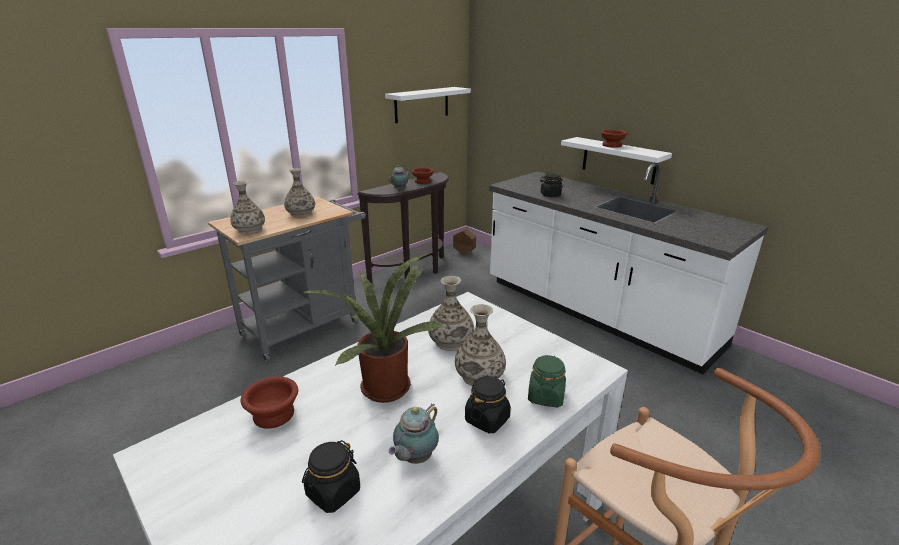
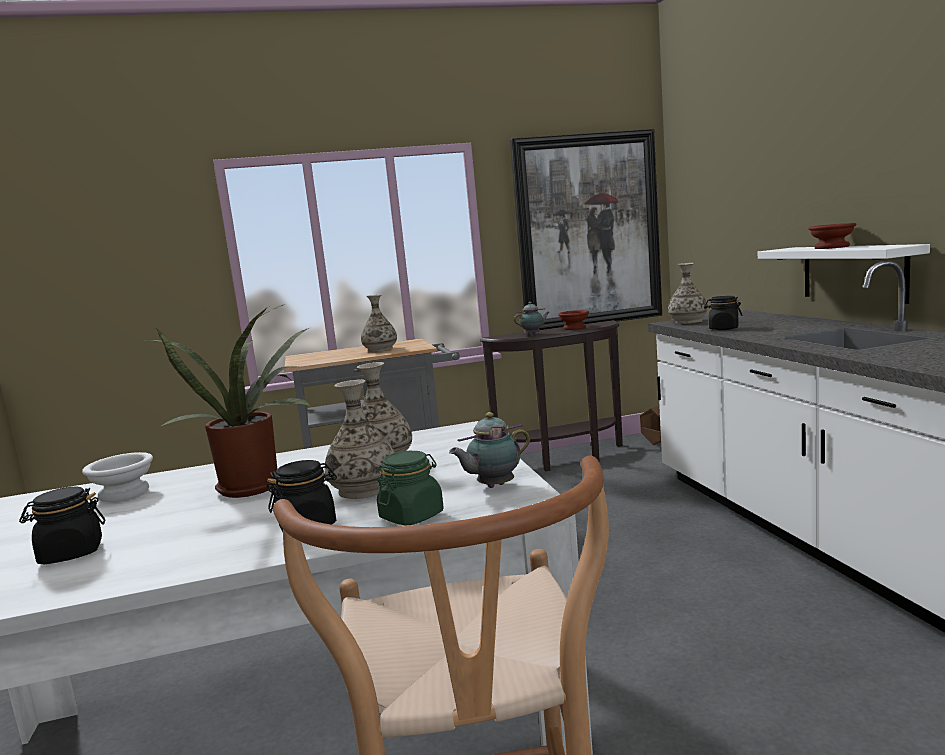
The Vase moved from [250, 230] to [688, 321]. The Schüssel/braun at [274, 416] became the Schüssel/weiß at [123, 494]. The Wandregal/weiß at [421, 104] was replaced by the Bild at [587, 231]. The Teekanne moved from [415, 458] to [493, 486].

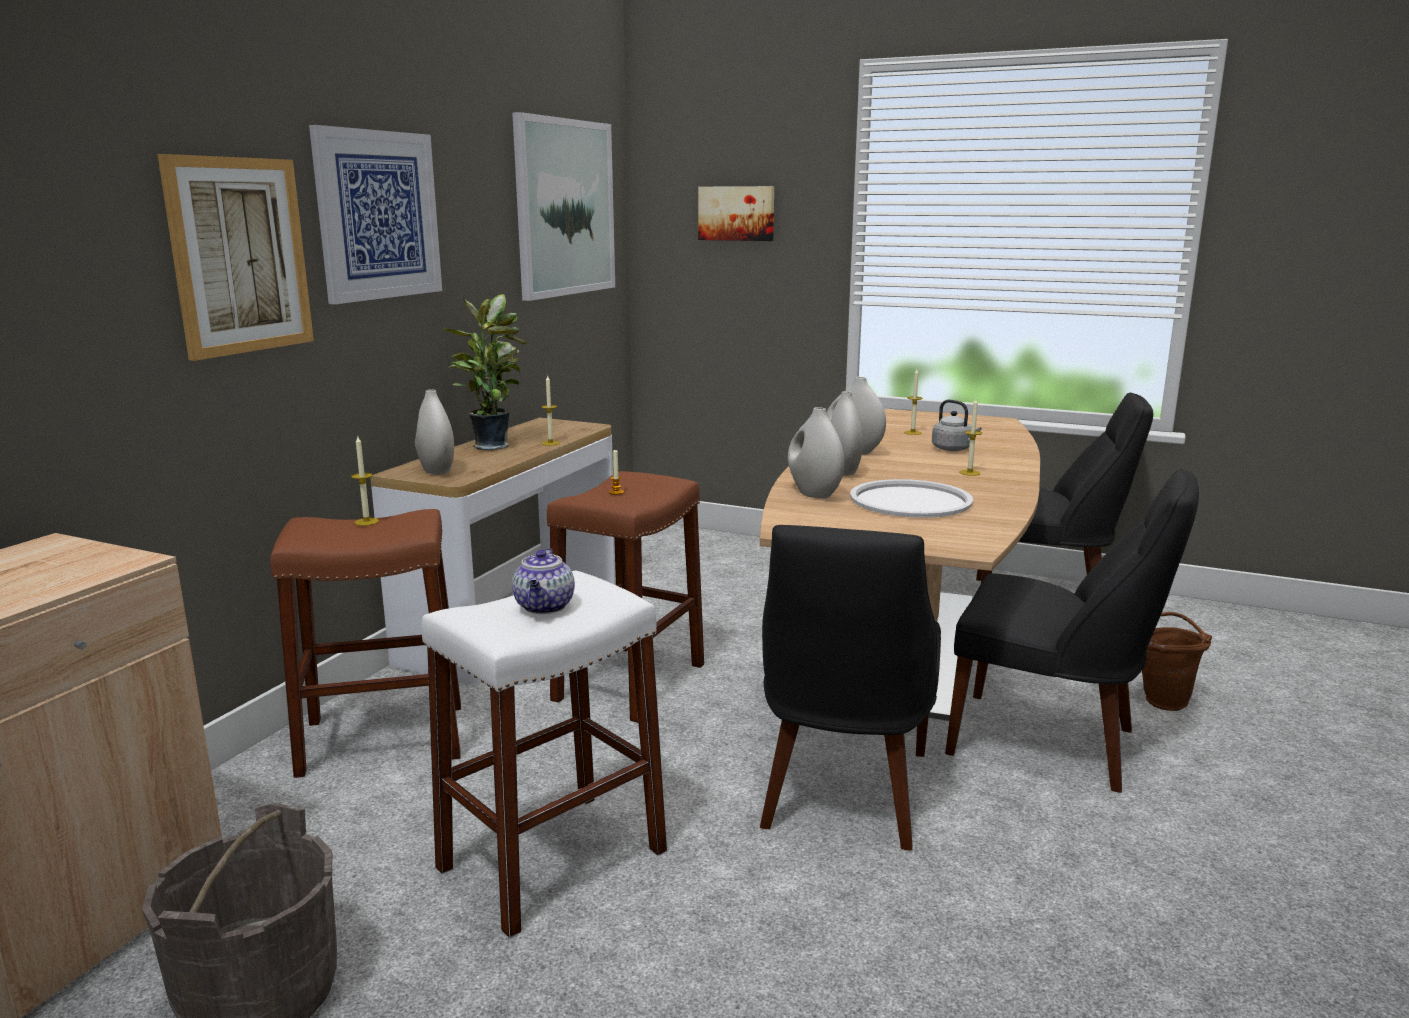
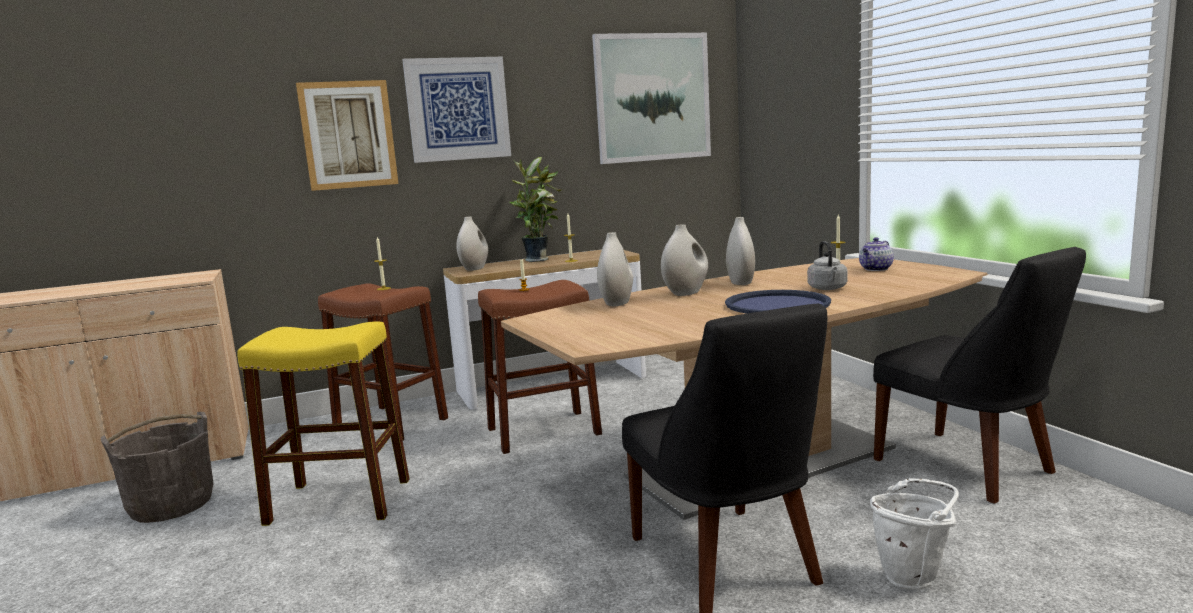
The Hocker/weiß at [553, 859] became the Hocker/gelb at [339, 501]. The Teekanne moved from [545, 607] to [876, 269]. The Bild at [737, 213] disappeared. The Stuhl/schwarz at [843, 794] disappeared. The Tablett/weiß at [910, 501] disappeared. The Kerze at [969, 473] was replaced by the Tablett/blau at [777, 305]. The Eimer/braun at [1163, 699] became the Eimer/weiß at [913, 576].

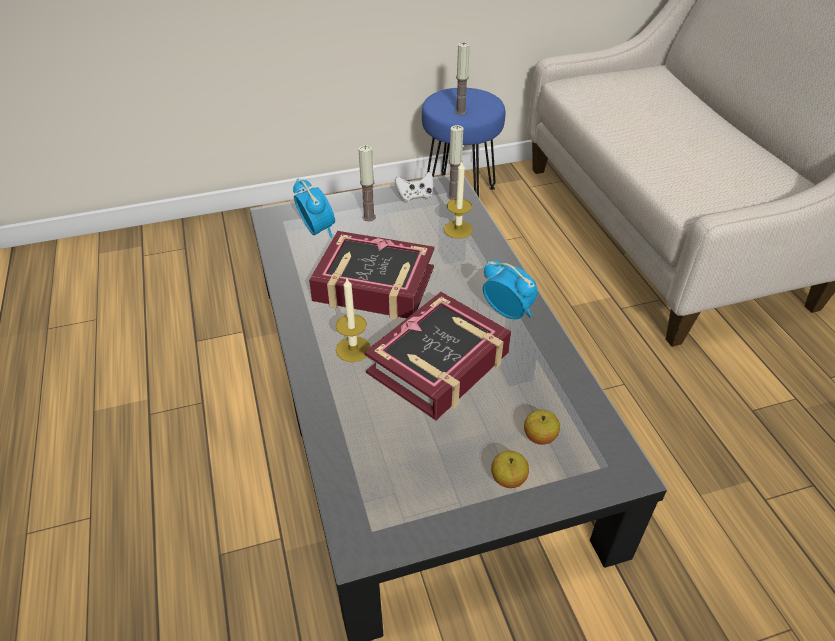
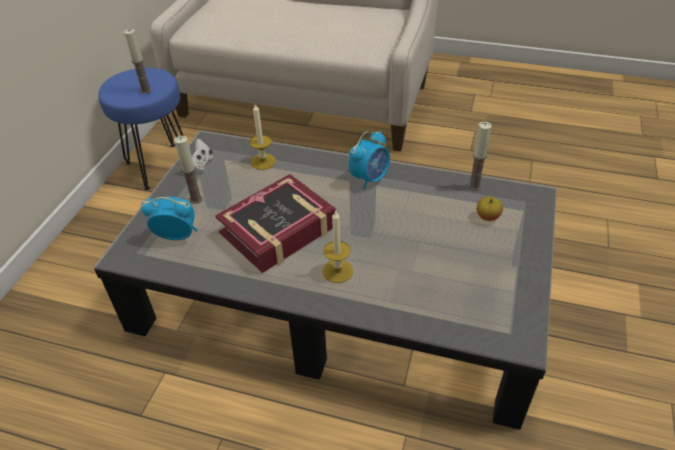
The Buch at [439, 364] disappeared. The Kerze moved from [454, 196] to [474, 186]. The Wecker at [508, 312] turned 150 degrees clockwise. The Apfel at [508, 479] disappeared.

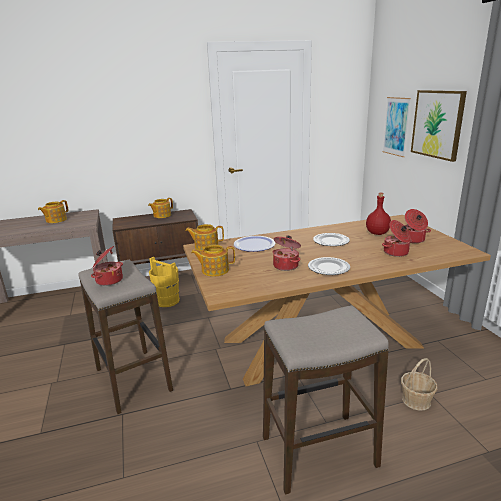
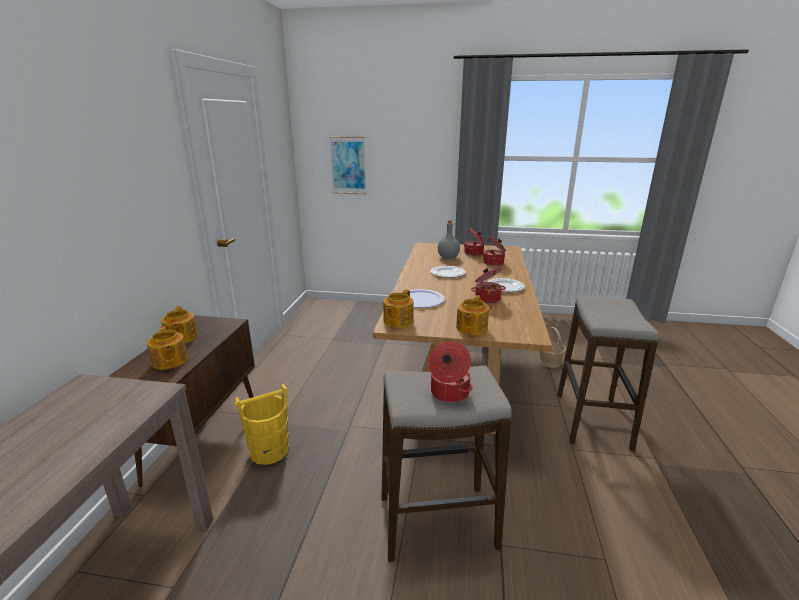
The Teekanne moved from [55, 220] to [169, 361]. The Flasche/rot at [377, 233] became the Flasche/grau at [448, 257]. The Bild at [437, 124] disappeared.

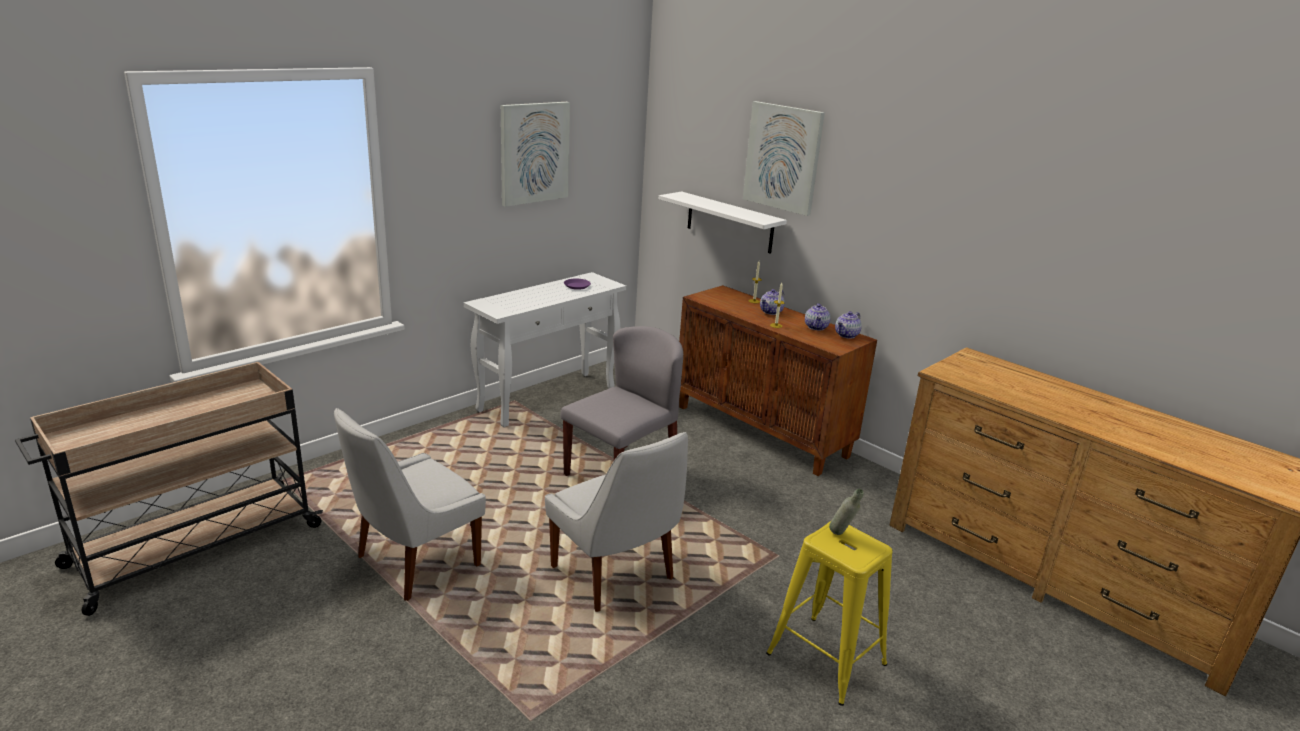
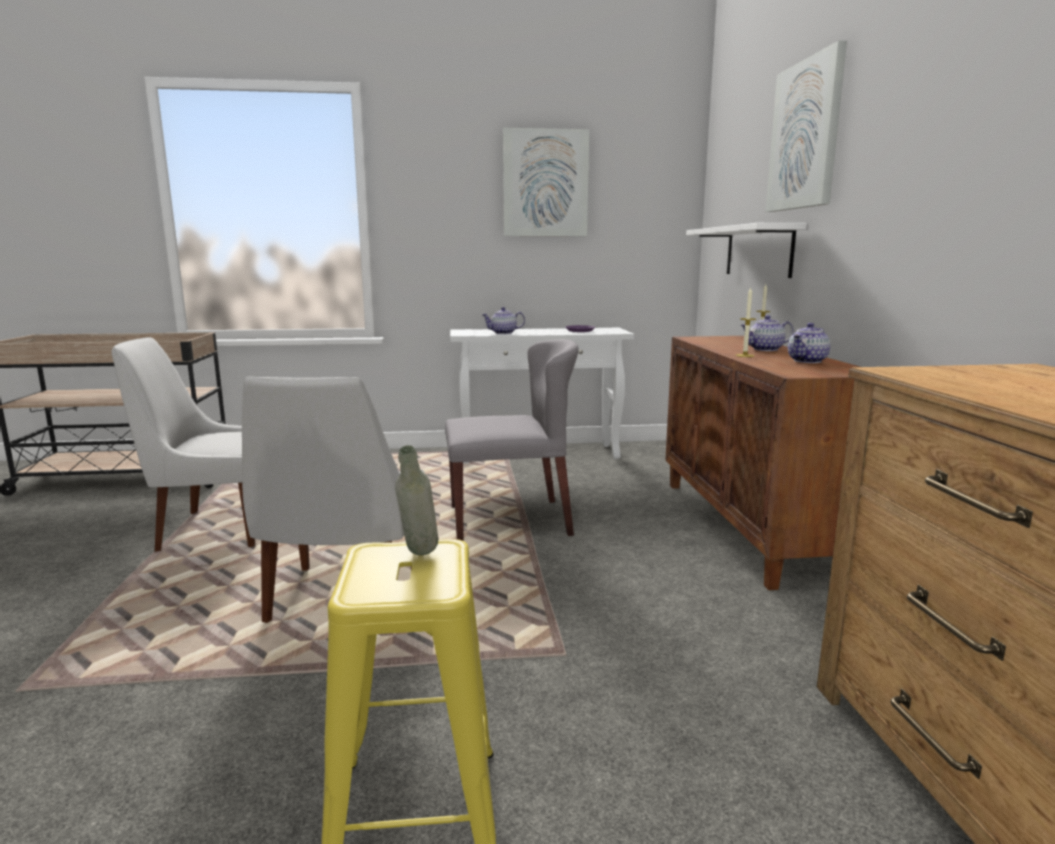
The Teekanne moved from [847, 335] to [503, 333].

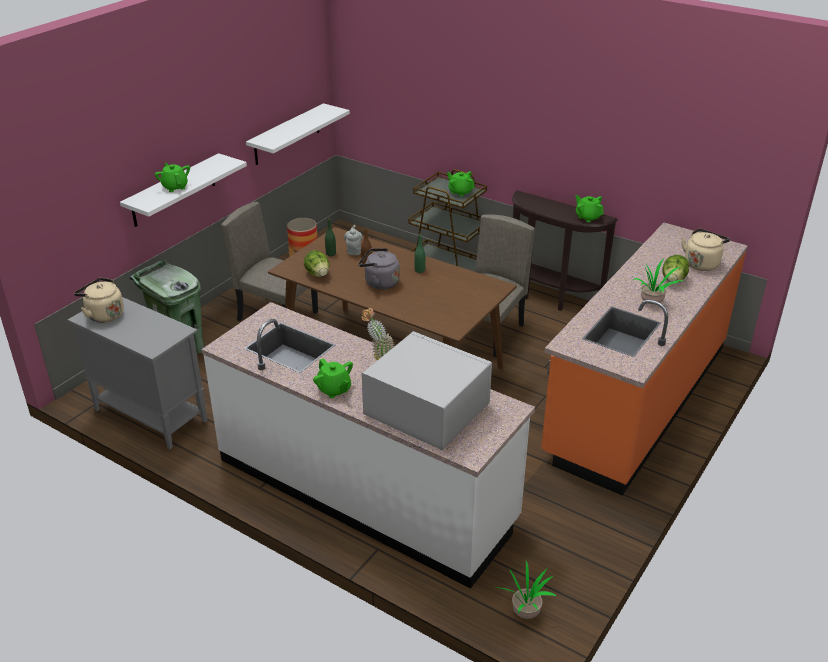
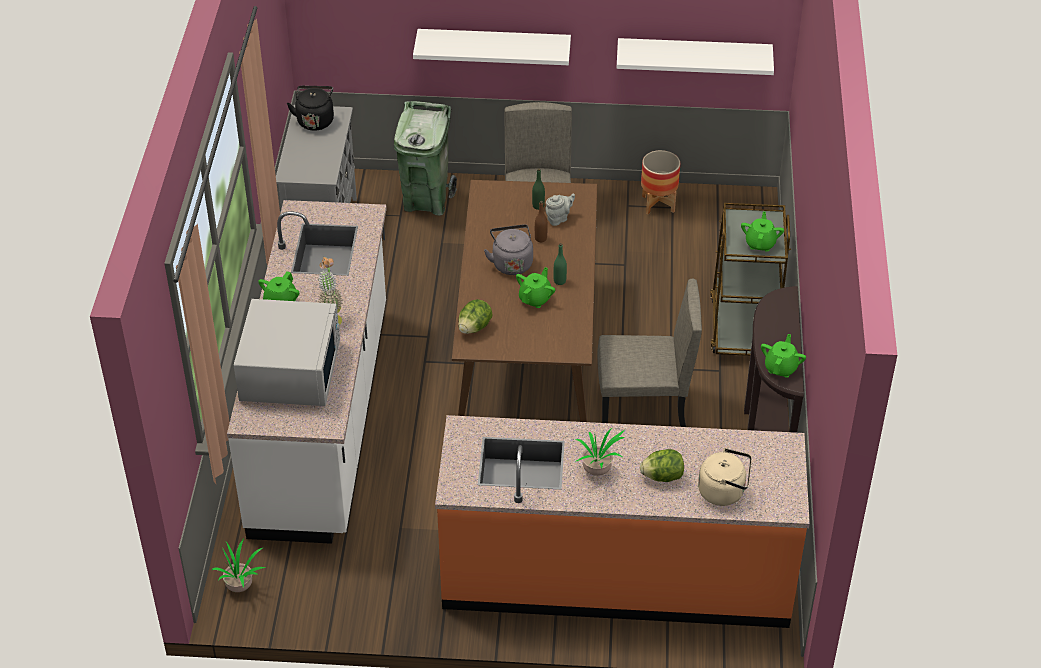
The Wasserkessel/beige at [103, 315] became the Wasserkessel/schwarz at [315, 120]. The Teekanne/grün moved from [175, 187] to [535, 299]. The Salatkopf moved from [318, 274] to [474, 327].

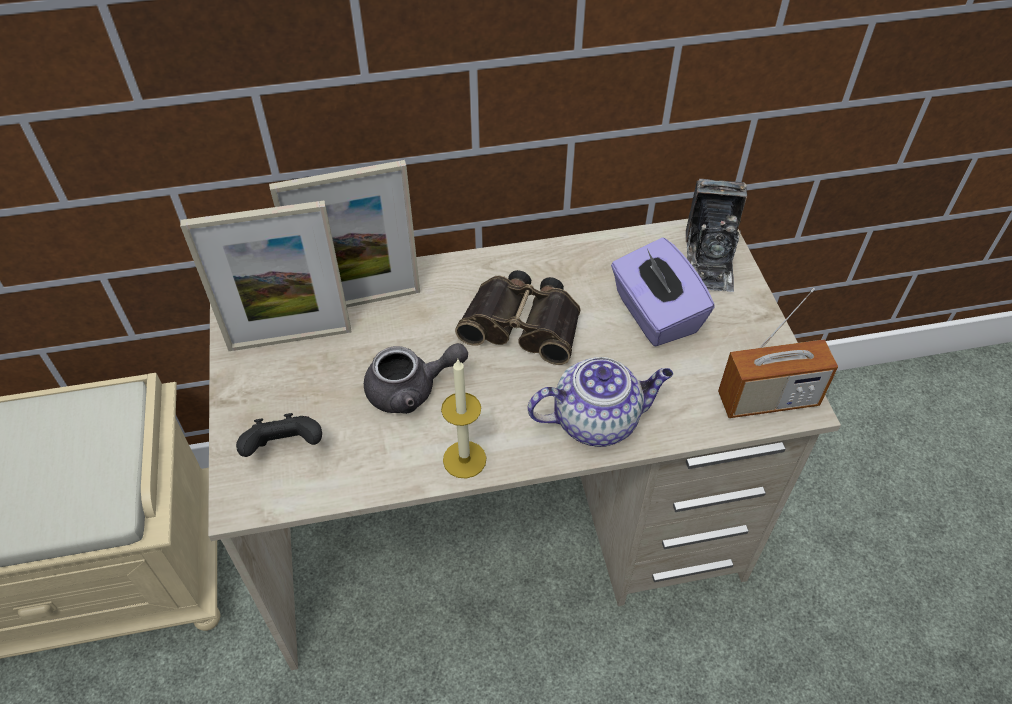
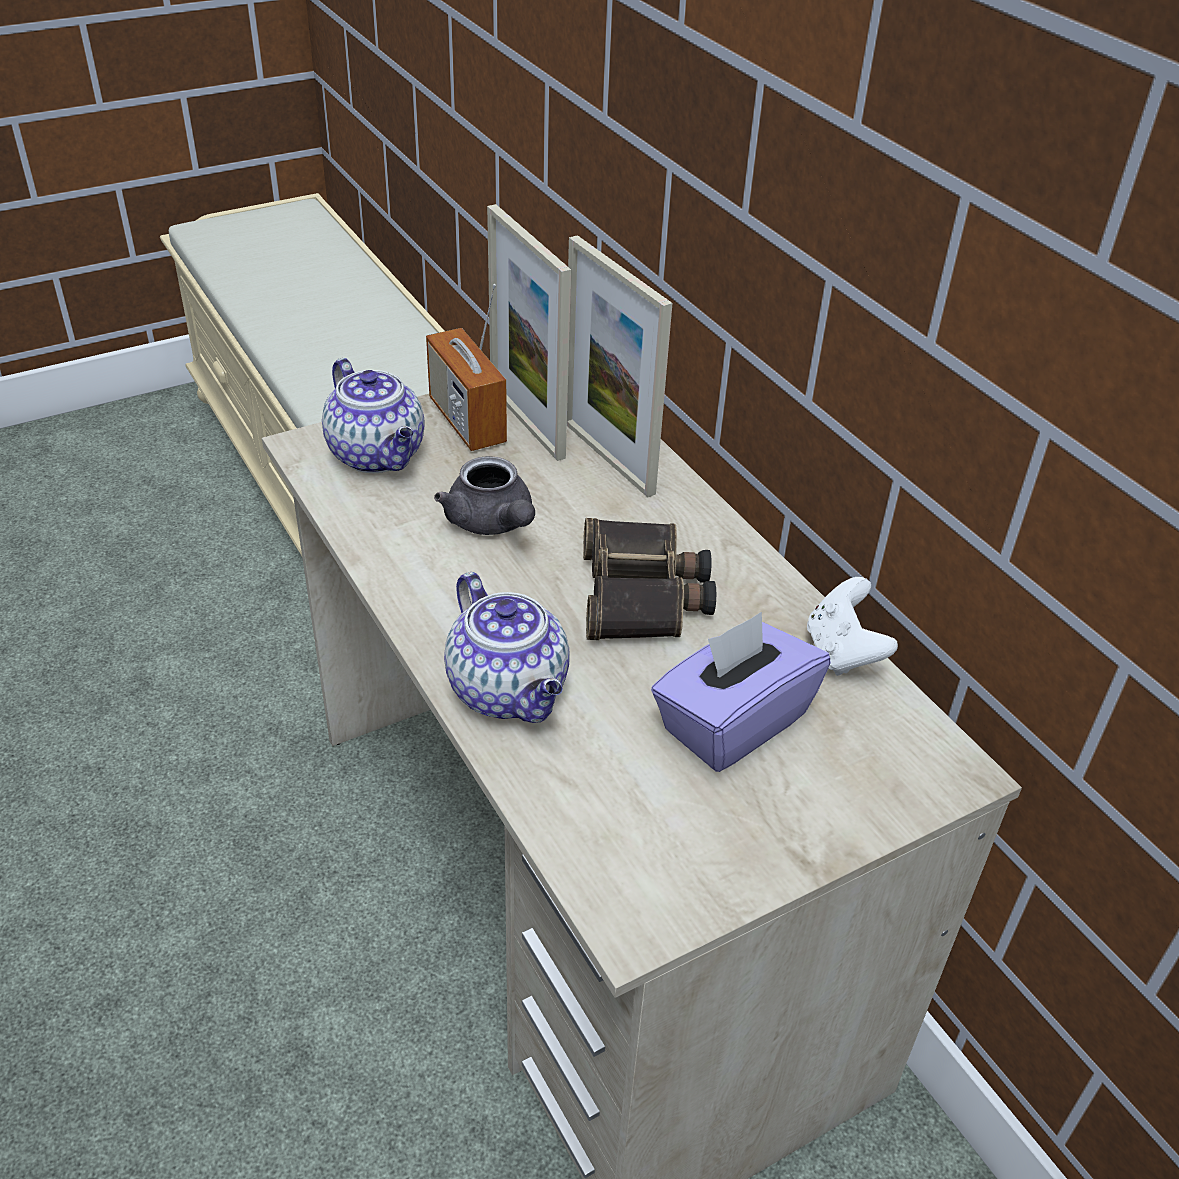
The Gamepad/schwarz at [285, 448] was replaced by the Teekanne at [378, 456]. The Kerze at [464, 459] disappeared. The Kamera at [709, 259] disappeared. The Radio moved from [768, 400] to [467, 421]. The Gamepad/weiß at [842, 652] appeared.

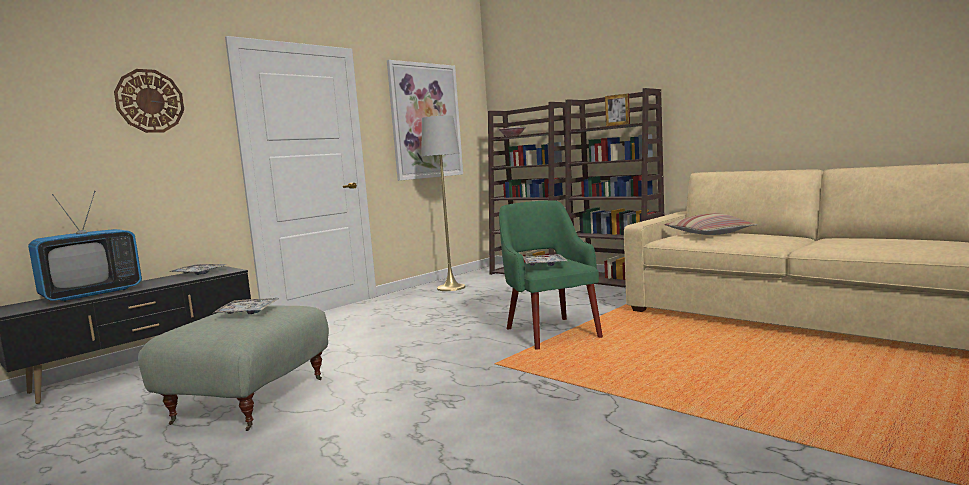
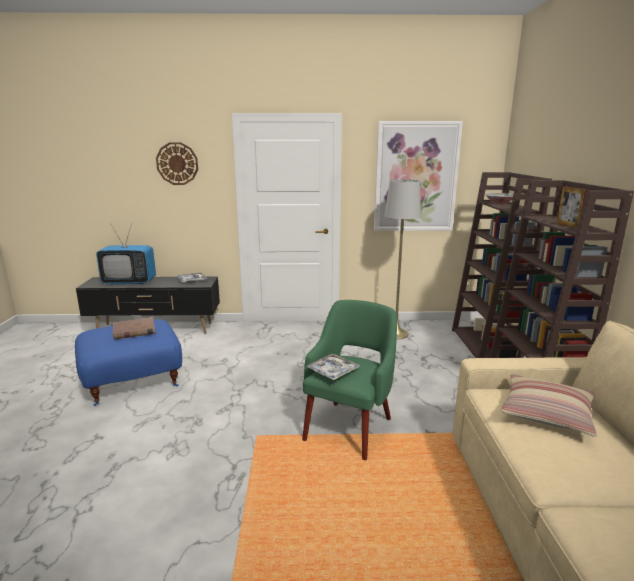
The Polsterhocker/grau at [248, 400] became the Polsterhocker/blau at [133, 382]. The Tablett at [248, 312] was replaced by the Buch/braun at [134, 331].

